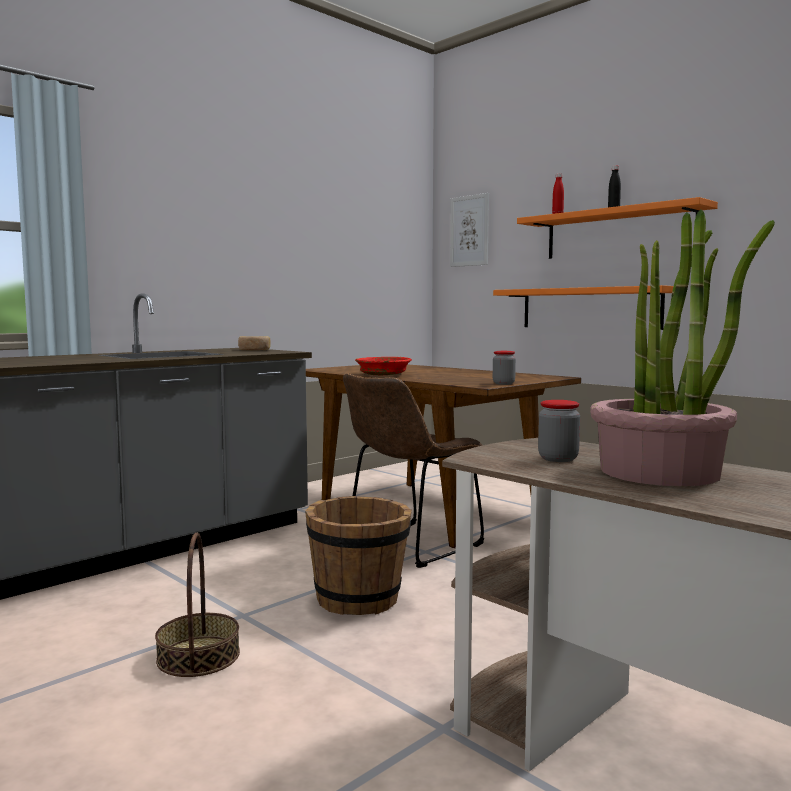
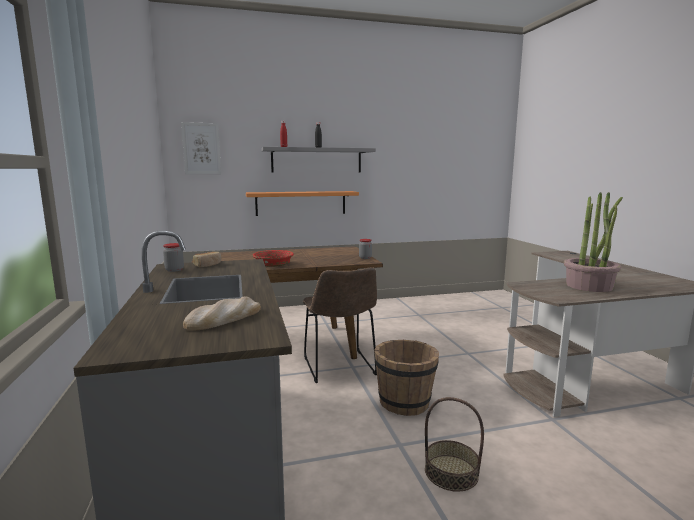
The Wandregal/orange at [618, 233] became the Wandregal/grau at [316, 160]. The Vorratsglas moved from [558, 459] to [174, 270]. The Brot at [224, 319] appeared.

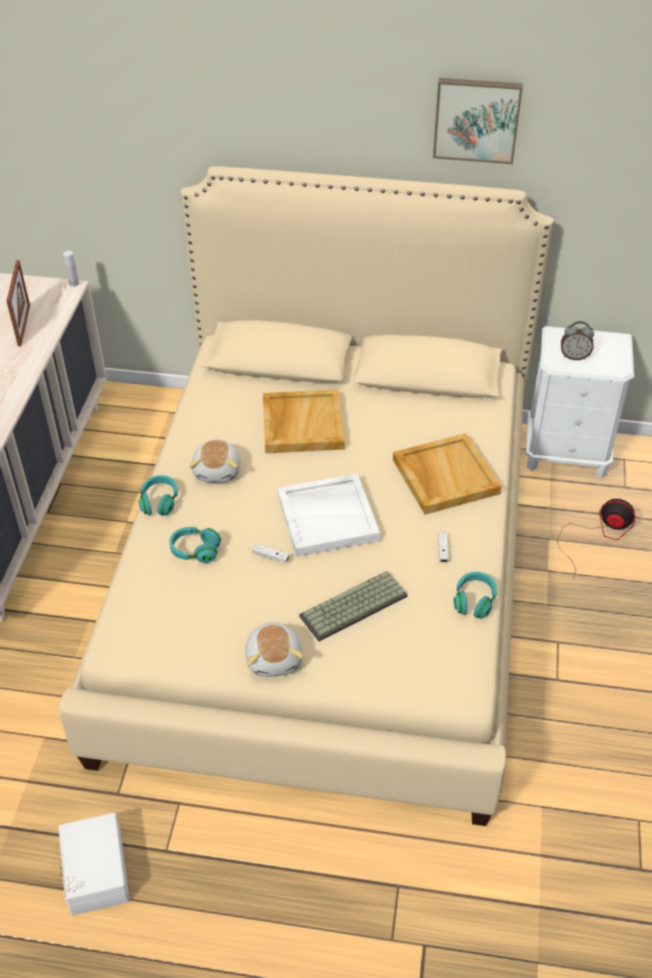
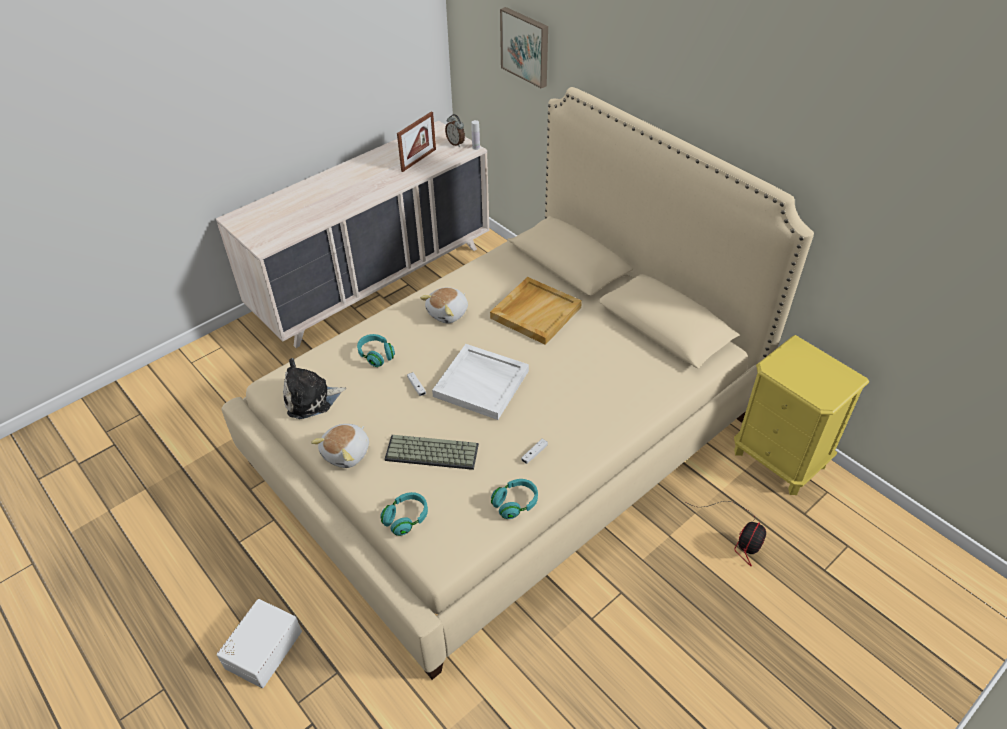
The Aufbewahrungsbox/weiß moved from [94, 872] to [262, 648]. The Kopfhörer/türkis moved from [159, 502] to [406, 519]. The Tablett/beige at [444, 476] disappeared. The Bild moved from [476, 119] to [526, 46]. The Nachttisch/weiß at [566, 453] became the Nachttisch/gelb at [779, 459]. The Ventilator at [598, 535] turned 60 degrees clockwise. The Wecker moved from [574, 356] to [456, 143]. The Plüschtier at [311, 399] appeared.

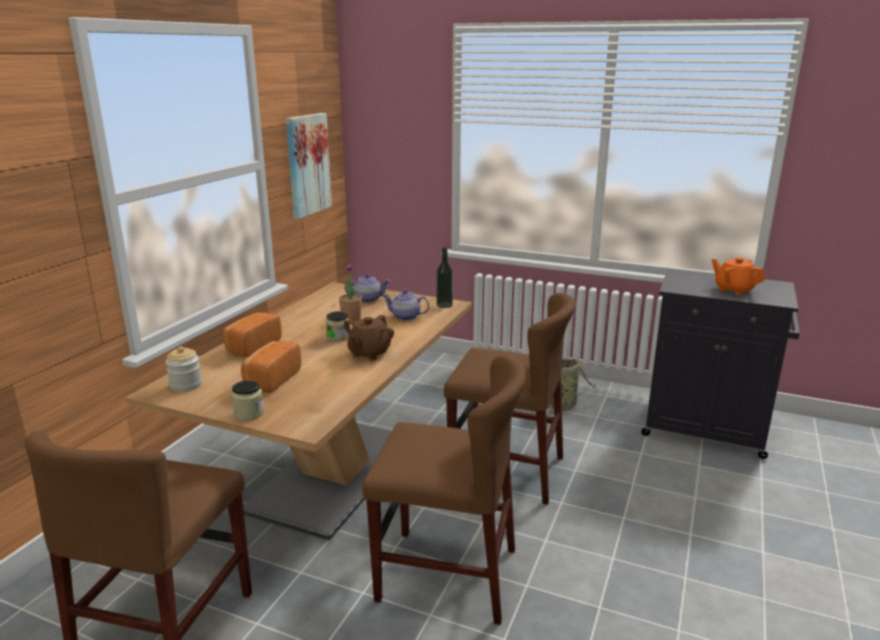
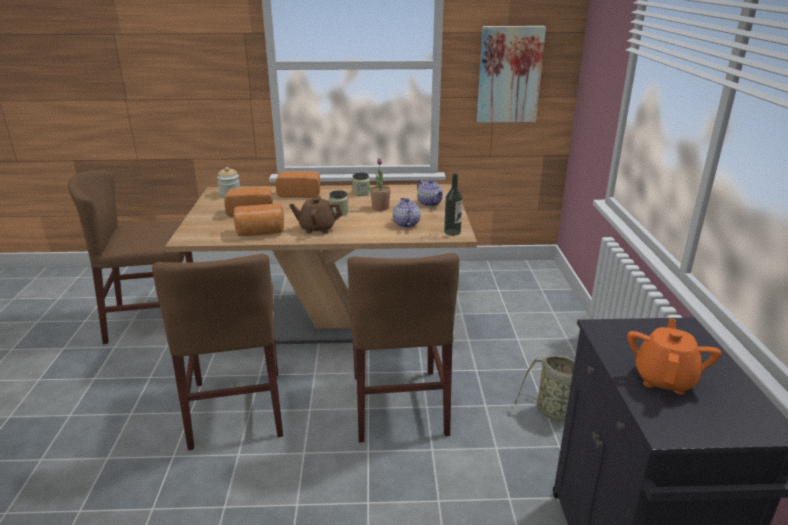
The Vorratsglas moved from [249, 413] to [361, 193]. The Brot at [260, 233] appeared.

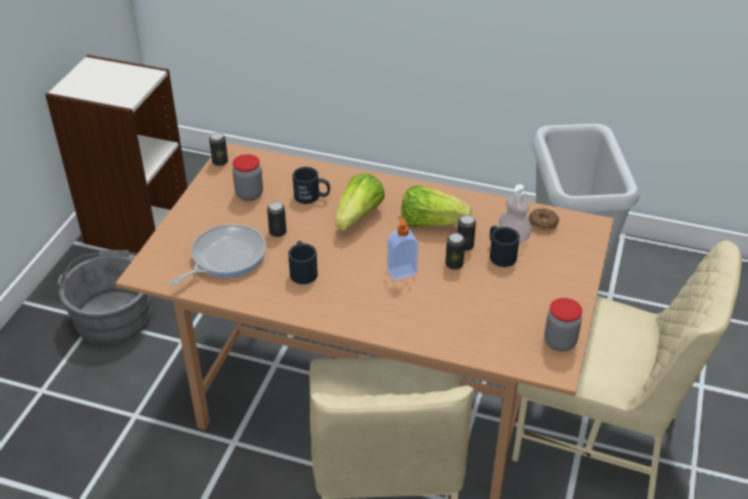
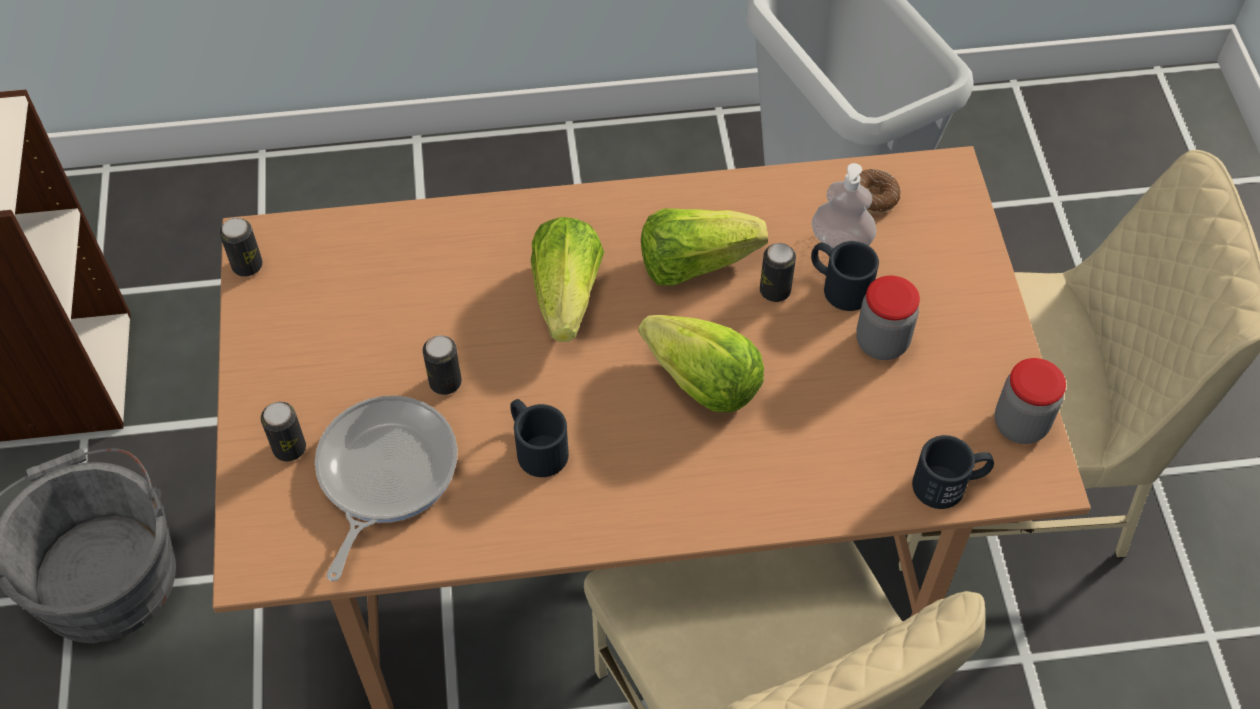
The Vorratsglas moved from [249, 194] to [882, 342]. The Henkelbecher/schwarz moved from [312, 197] to [950, 484]. The Seifenspender at [401, 271] was replaced by the Salatkopf at [702, 383]. The Dose moved from [454, 264] to [289, 448].

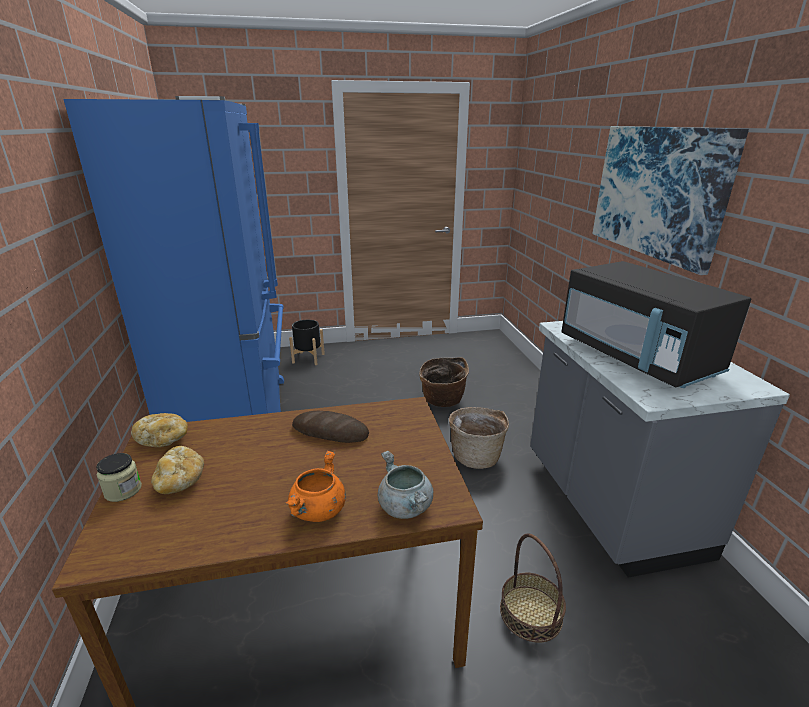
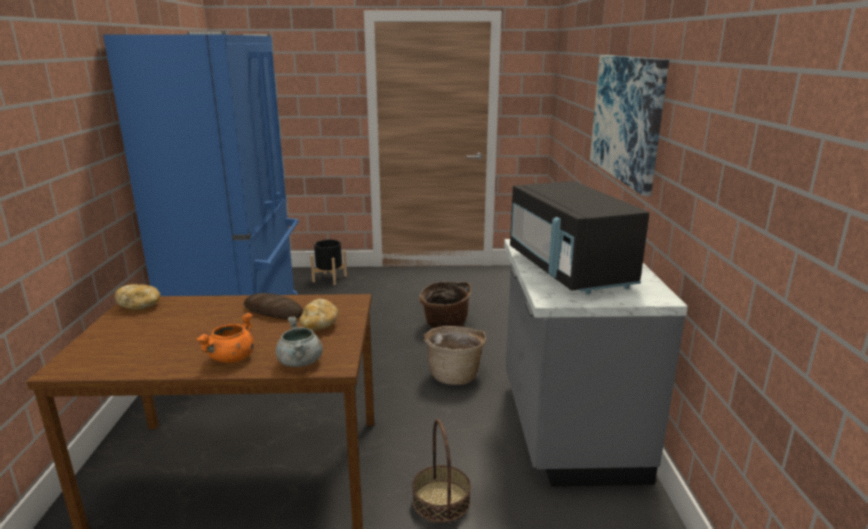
The Vorratsglas at [123, 490] disappeared. The Brot moved from [180, 481] to [319, 325].

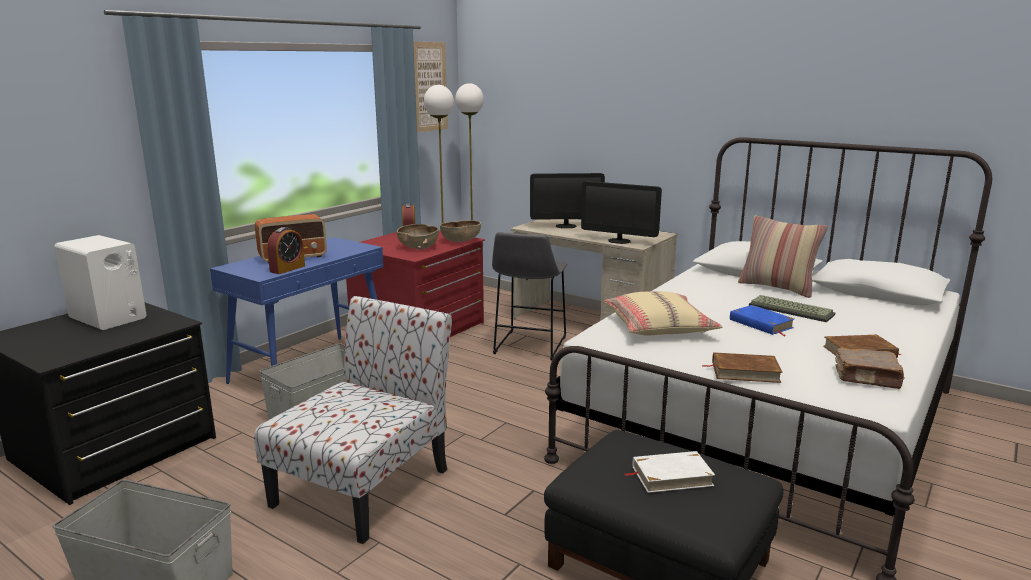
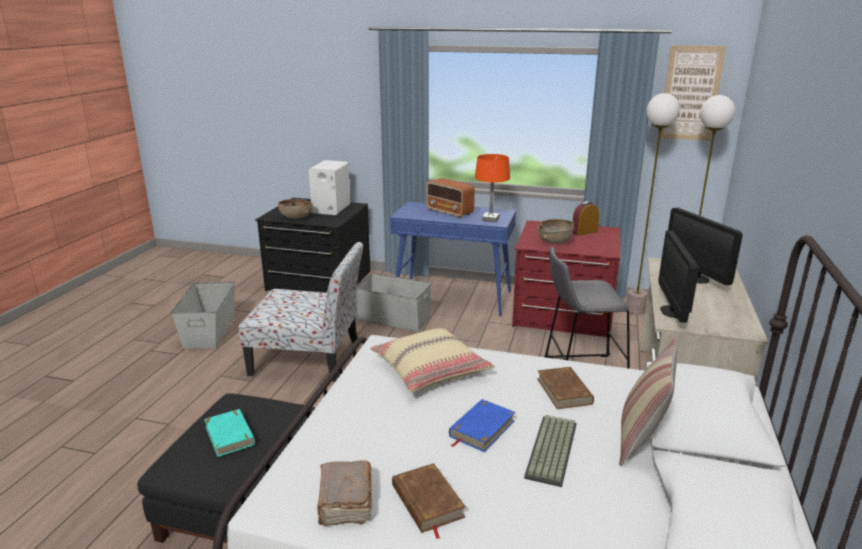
The Wecker at [287, 269] disappeared. The Schüssel/braun moved from [461, 241] to [295, 217]. The Buch/weiß at [671, 476] became the Buch/türkis at [230, 435]. The Buch/braun moved from [745, 372] to [564, 391]. The Tischlampe/orange at [490, 219] appeared.

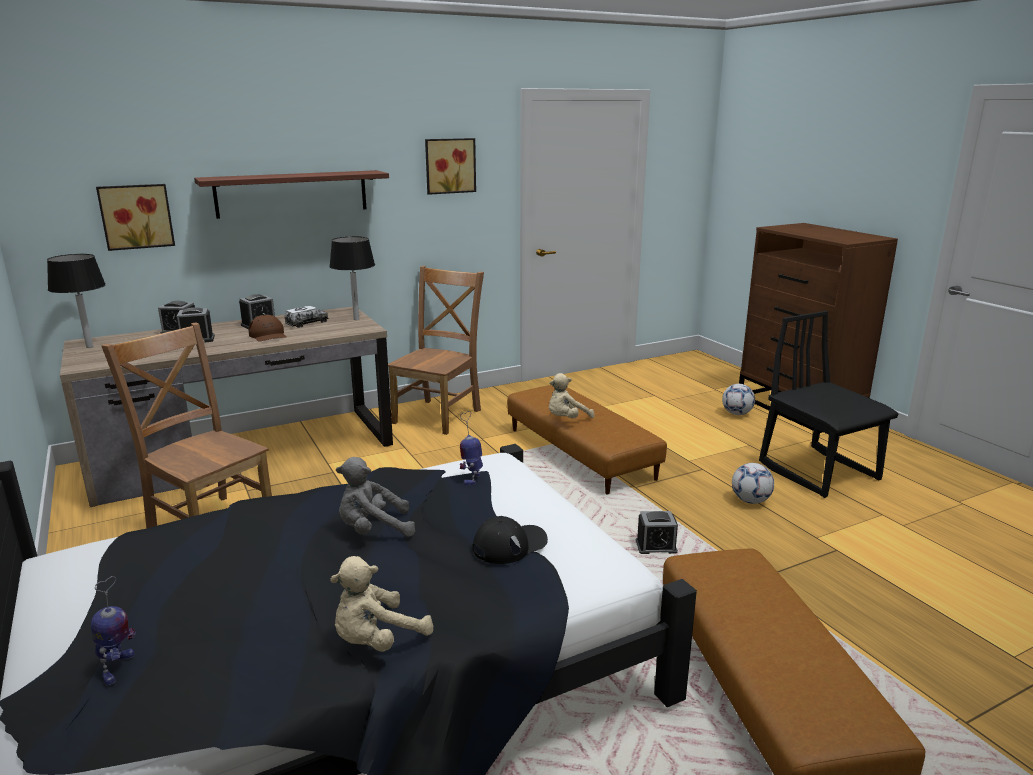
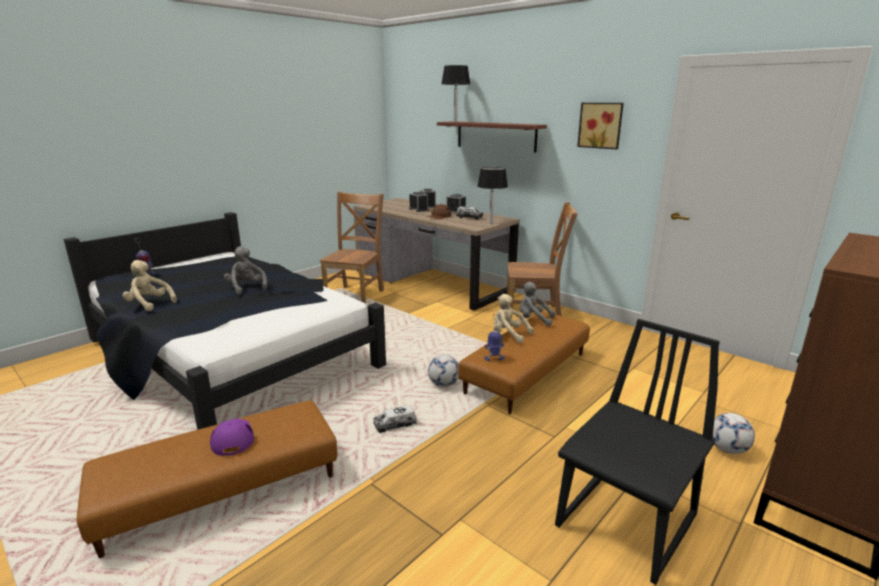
The Tischlampe/schwarz moved from [89, 347] to [455, 122]. The Bild at [136, 216] disappeared. The Spielzeugroboter moved from [472, 478] to [494, 358]. The Kappe/schwarz at [510, 545] disappeared. The Wecker at [656, 547] was replaced by the Spielzeuglaster at [395, 425]. The Fußball moved from [750, 501] to [443, 385]. The Kappe/lila at [232, 438] appeared. The Plüschtier/grau at [533, 320] appeared.

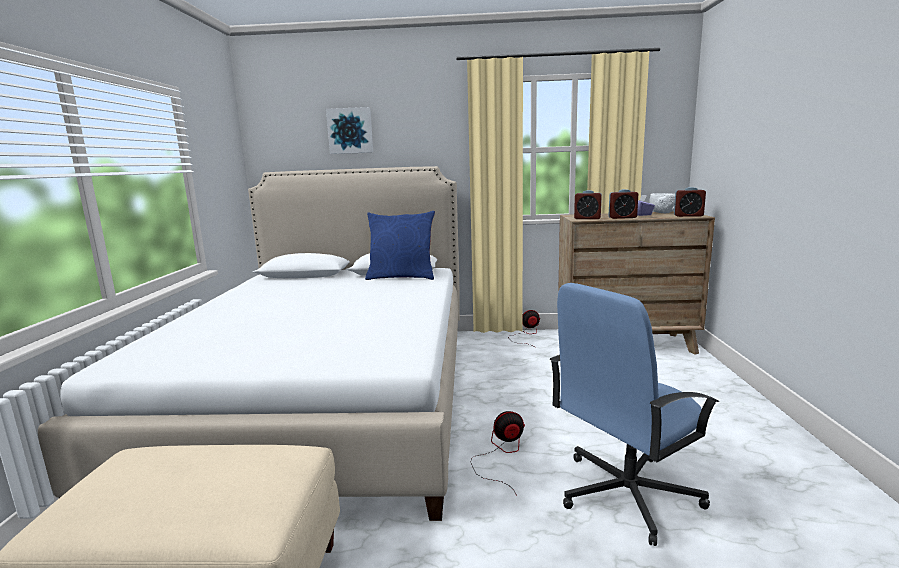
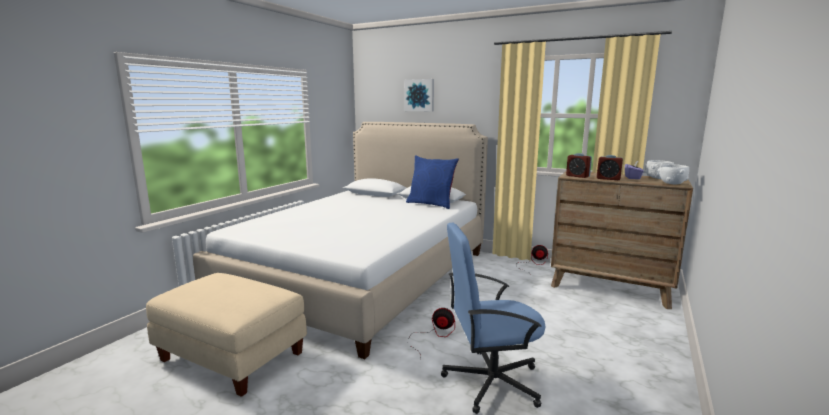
The Wecker at [688, 215] was replaced by the Schüssel/weiß at [672, 183].

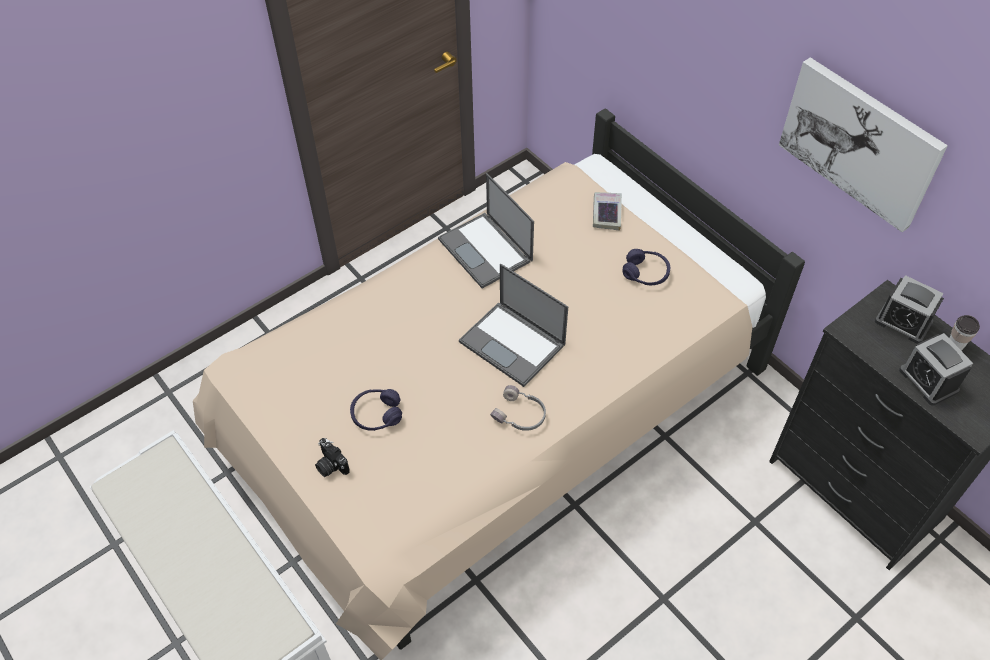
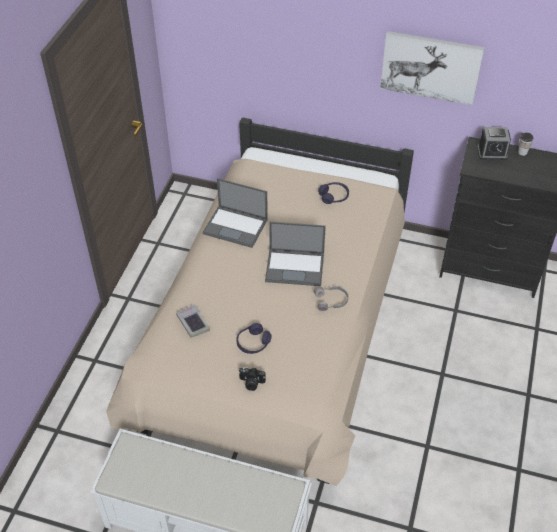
The Buch moved from [606, 213] to [193, 323]. The Wecker at [928, 380] disappeared.

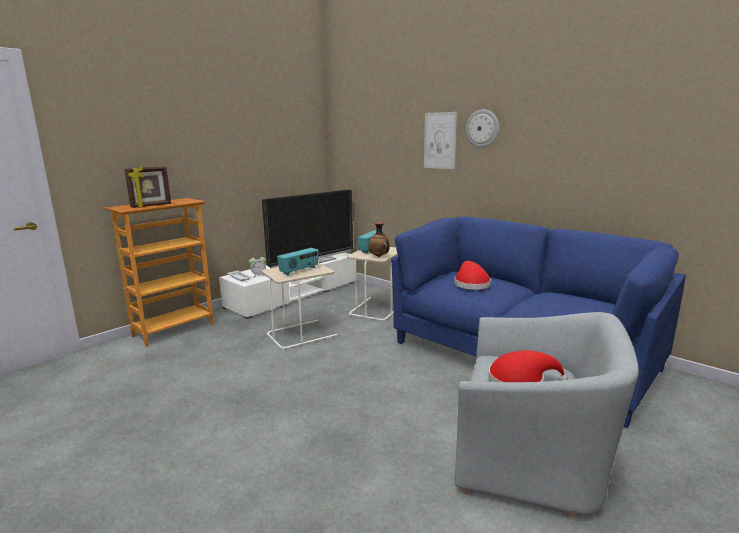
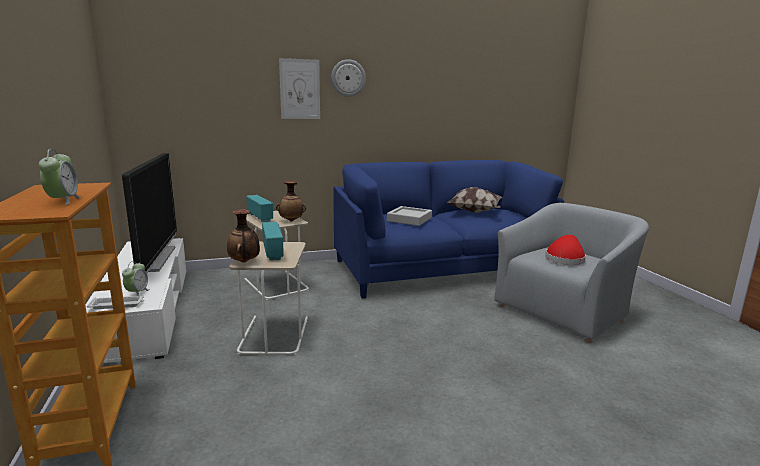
The Bilderrahmen at [151, 206] was replaced by the Wecker at [63, 201]. The Hut/rot at [470, 284] was replaced by the Tablett/grau at [409, 219]. The Vase at [244, 262] appeared. The Kissen at [475, 212] appeared.

